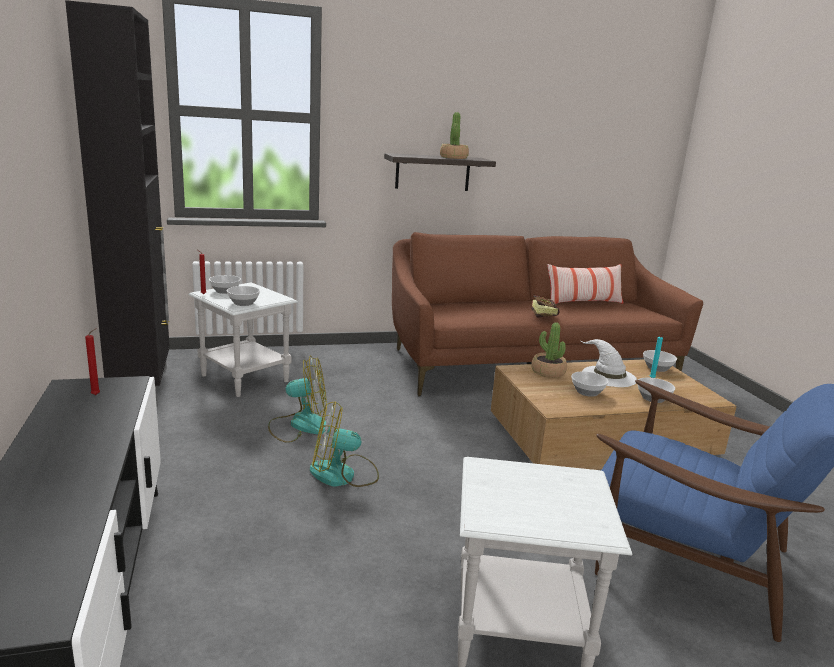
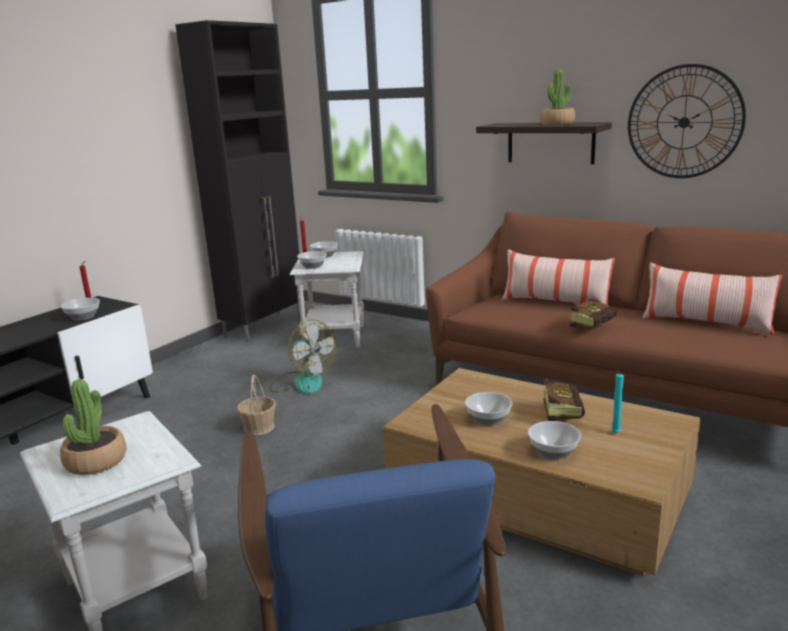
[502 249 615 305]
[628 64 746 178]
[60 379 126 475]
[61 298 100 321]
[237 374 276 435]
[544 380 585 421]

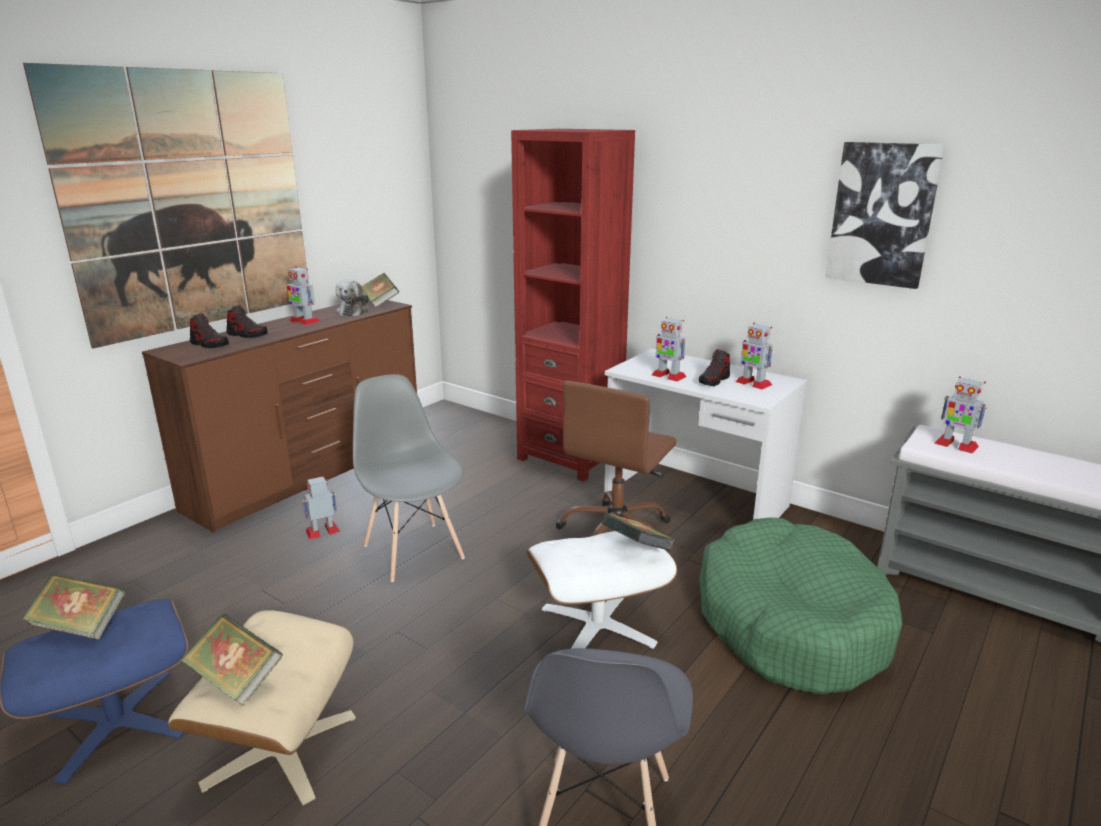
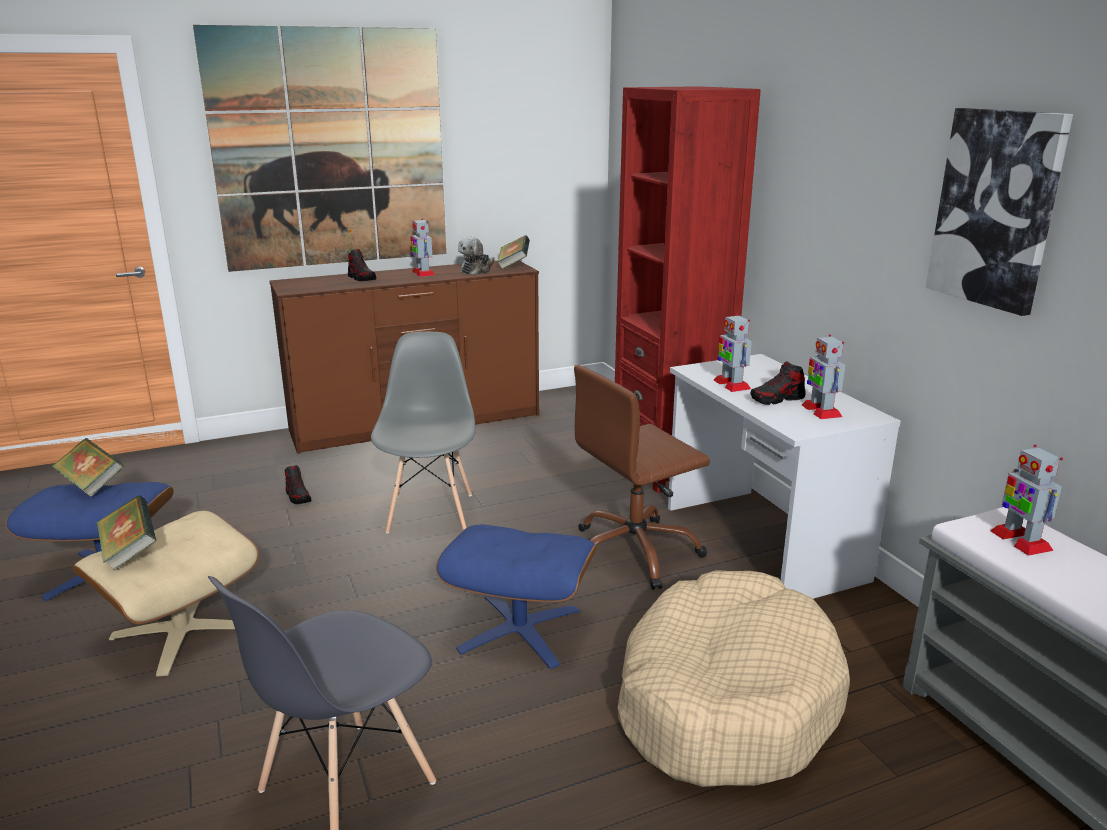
[302 476 340 540] (first image)
[602 513 674 551] (first image)
[284 465 311 504]
[436 525 597 669]
[618 570 850 787]

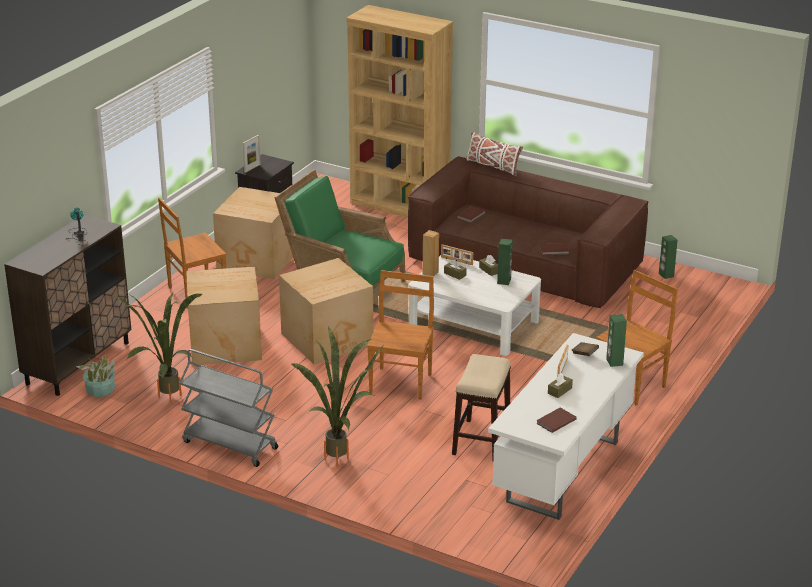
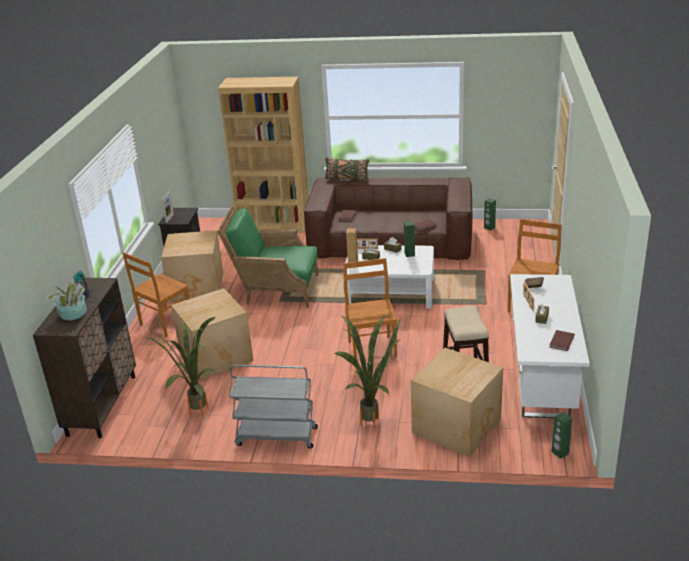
[46 281 87 321]
[411 348 503 457]
[551 412 572 459]
[325 157 370 182]

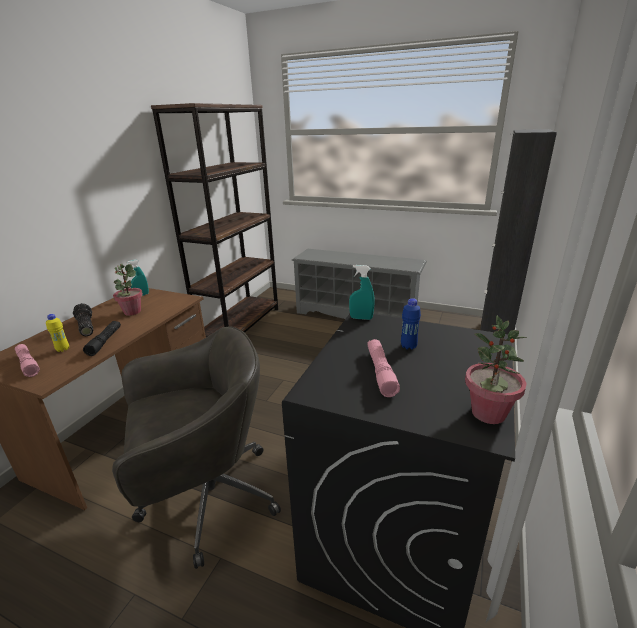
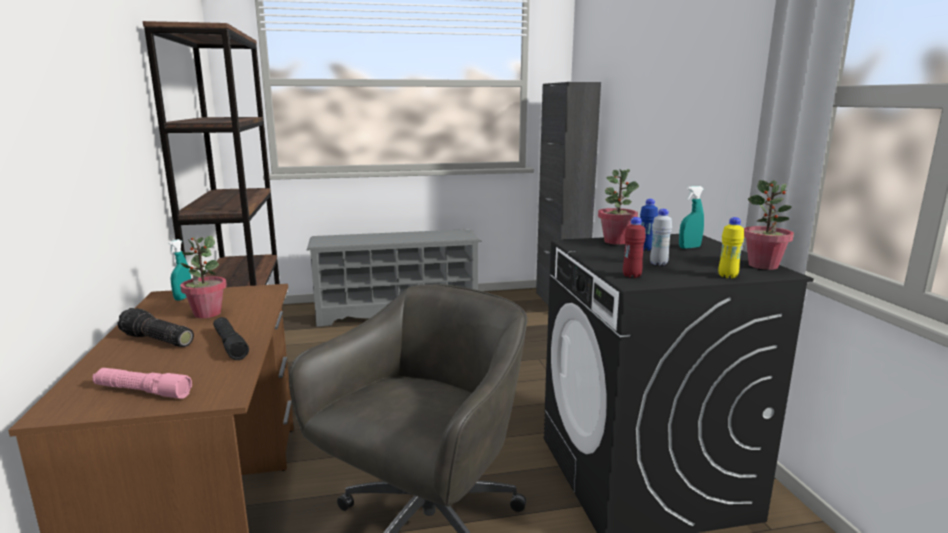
[598 169 639 245]
[623 217 646 278]
[718 217 744 278]
[679 186 704 249]
[650 209 672 266]

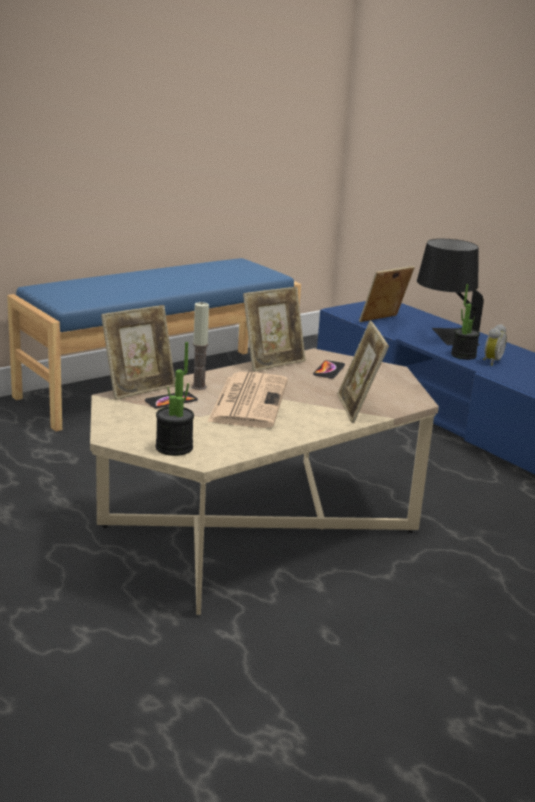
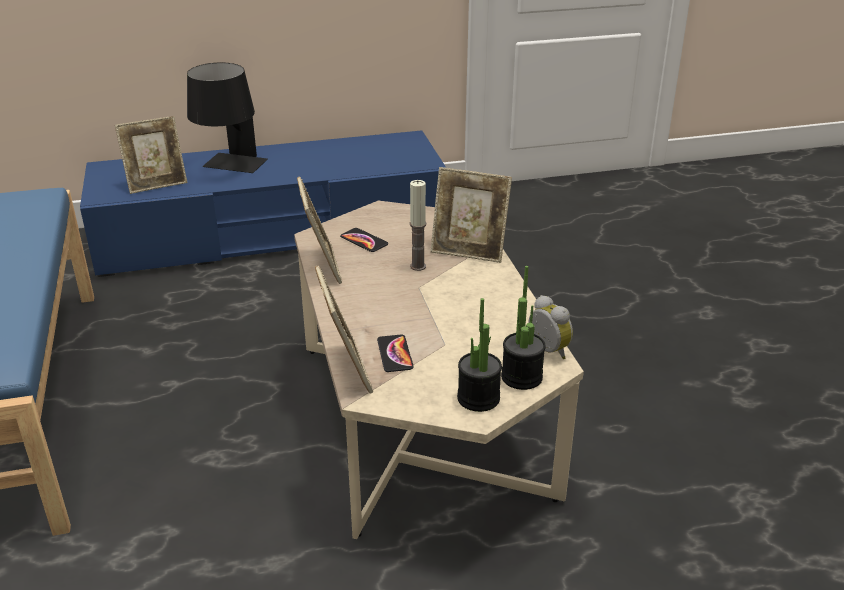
[207 372 288 428] (first image)
[410 180 426 271]
[457 298 502 412]
[528 295 573 359]
[115 116 188 194]

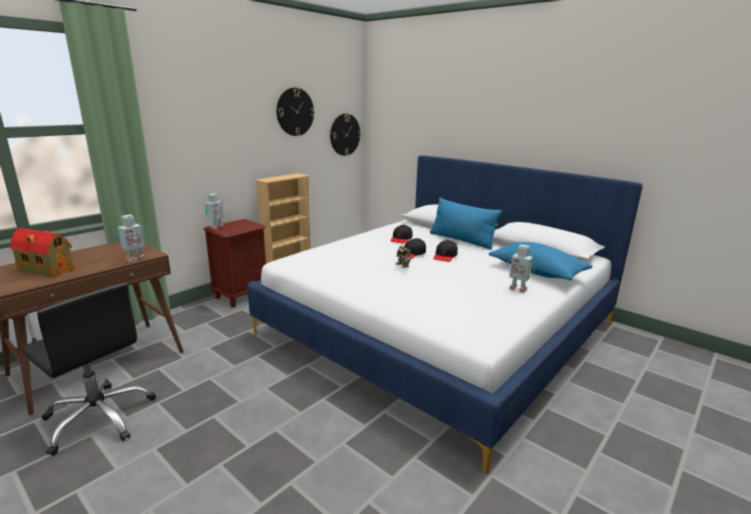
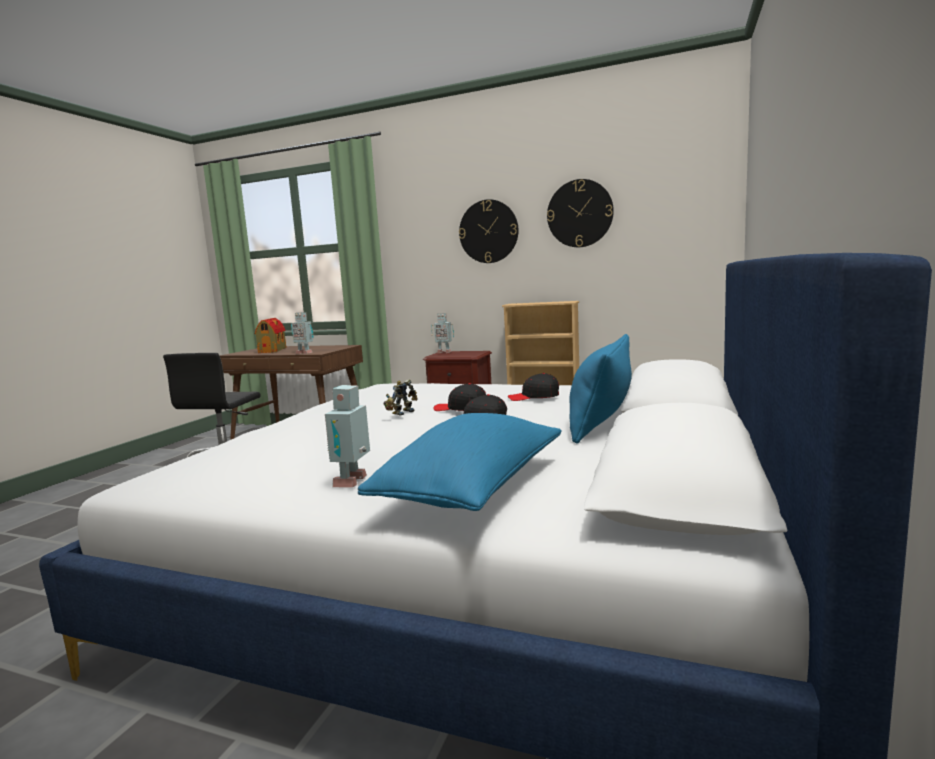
[459 199 518 263]

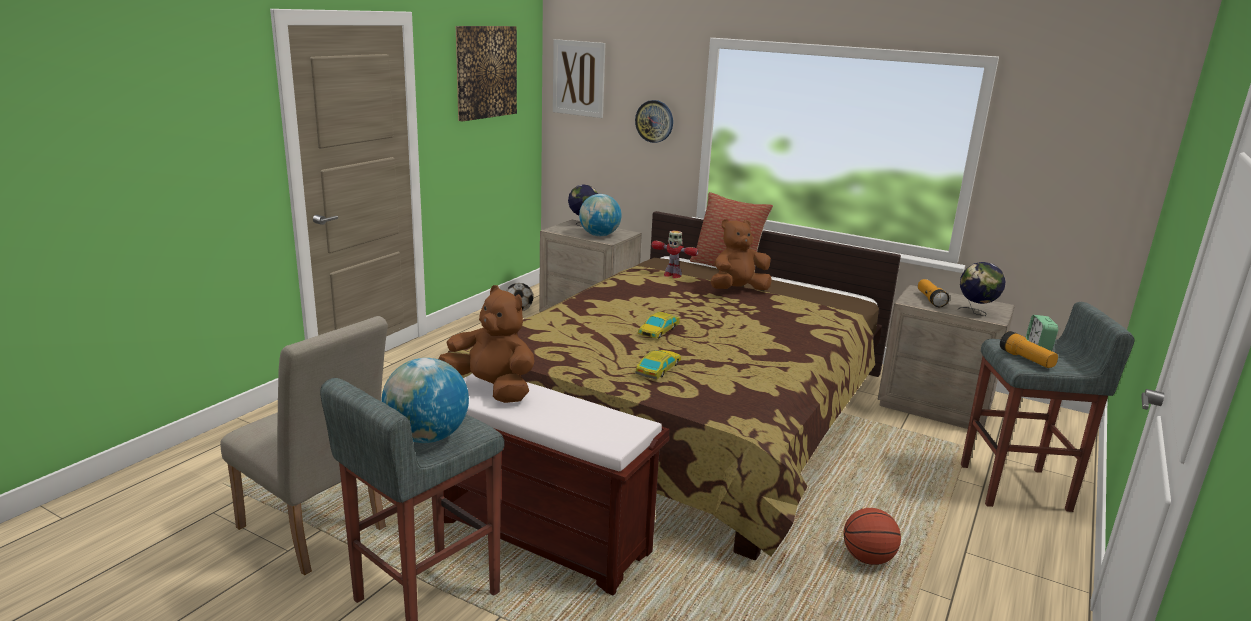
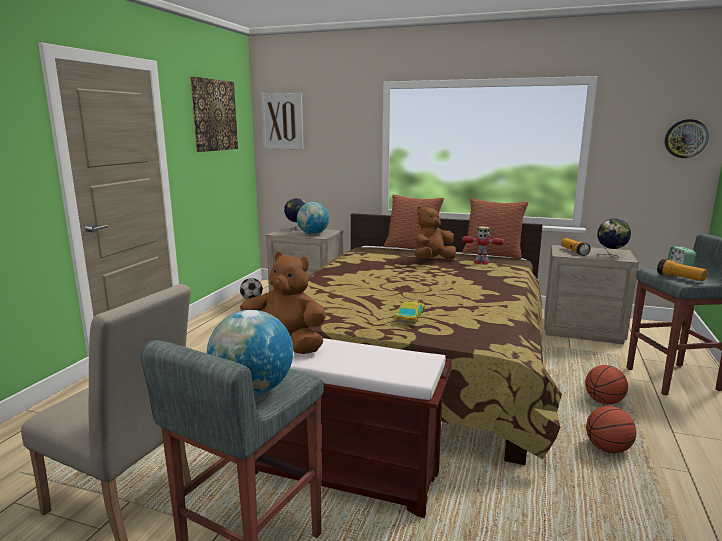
[638 312 680 339] (first image)
[462 198 528 260]
[585 365 628 405]
[665 119 709 158]
[462 226 504 265]

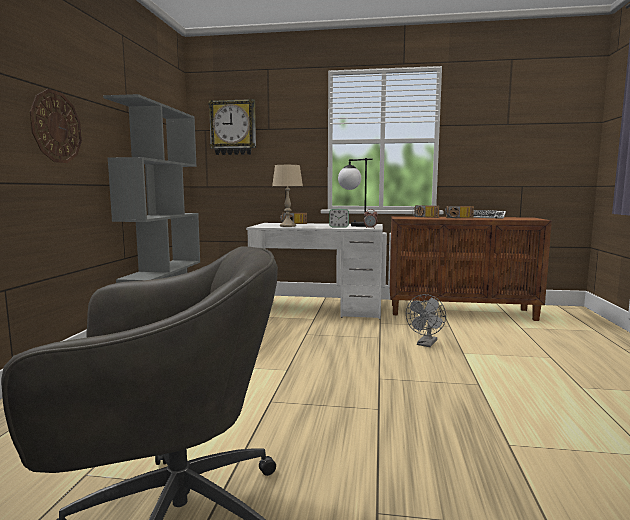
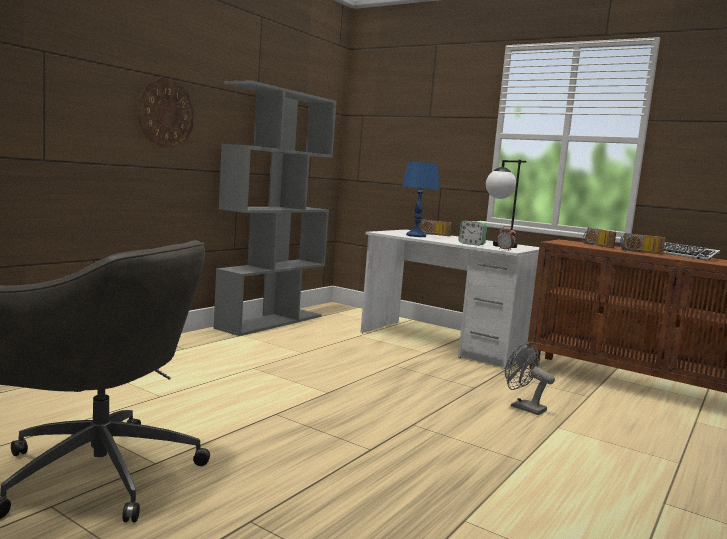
[208 99 256 155] (first image)
[402 161 439 237]
[505 342 555 415]

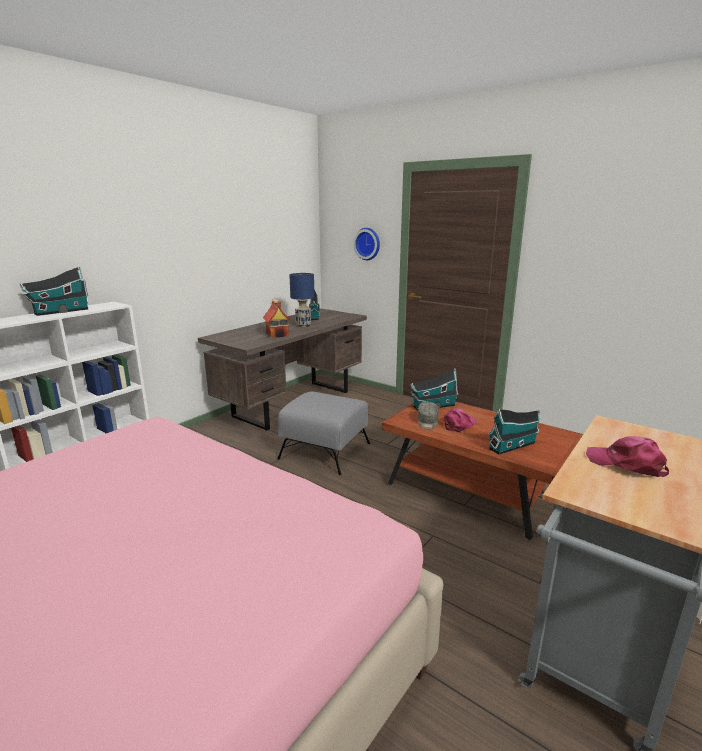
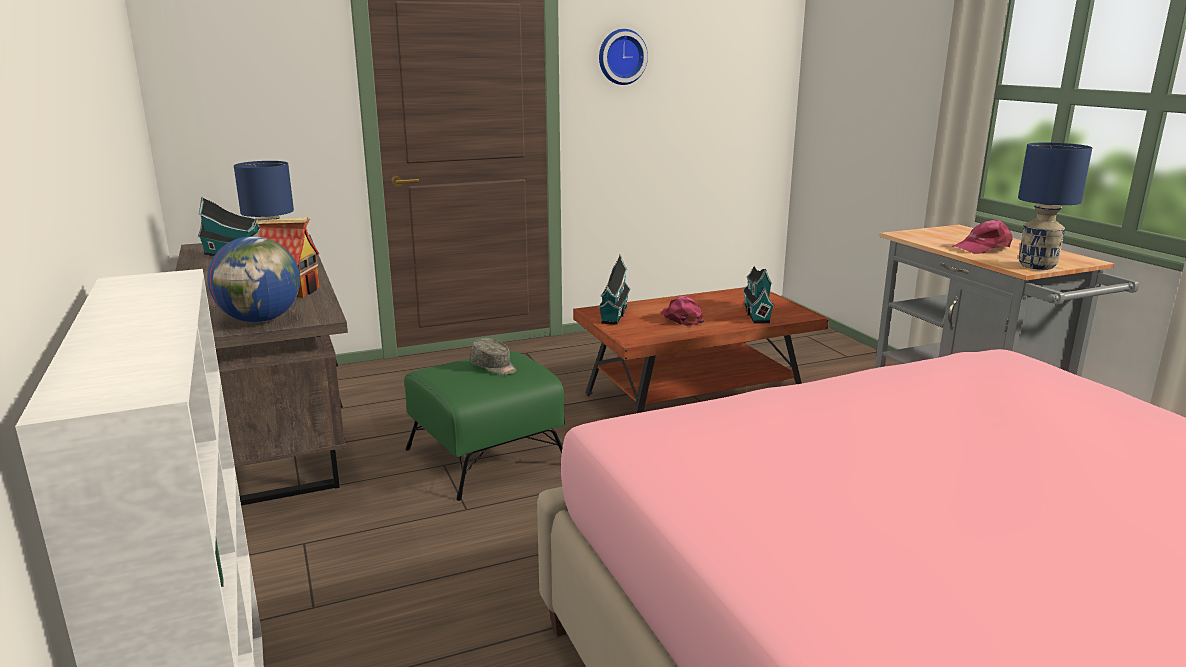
[20 266 89 316] (first image)
[207 236 300 322]
[1018 142 1092 270]
[599 29 648 85]
[471 338 516 375]
[405 350 565 501]

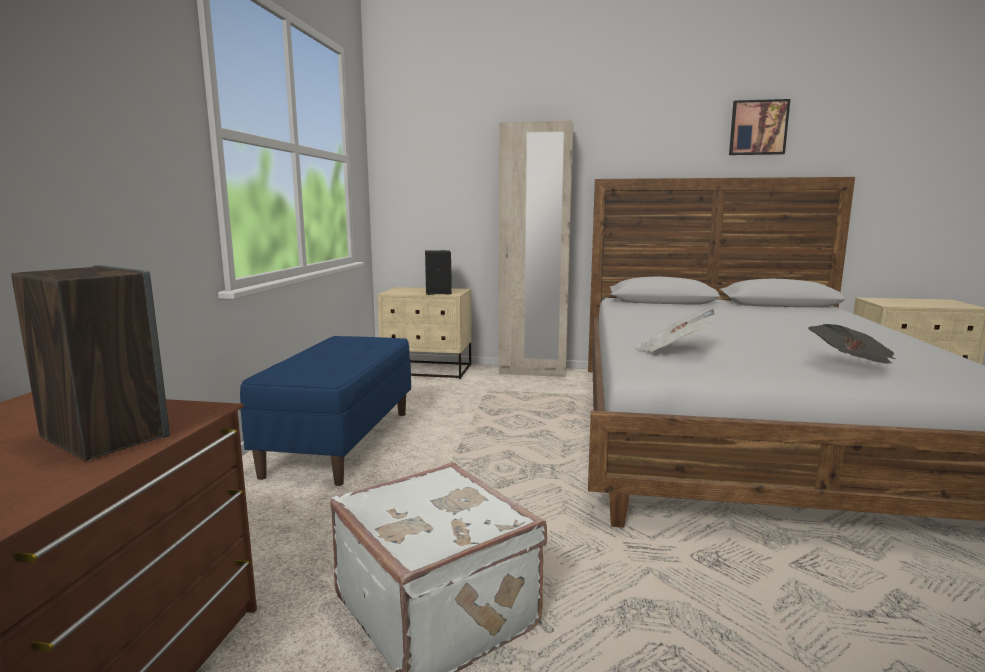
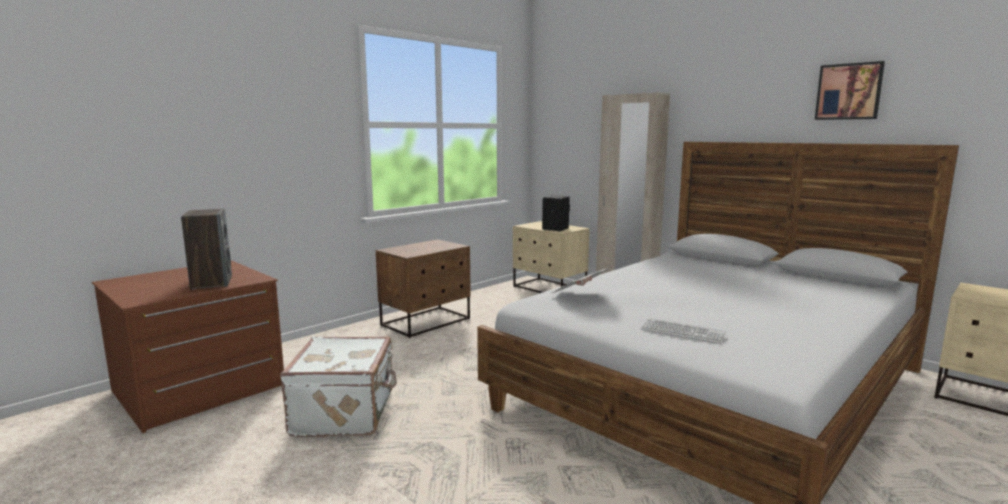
[376 239 471 338]
[641 318 726 344]

